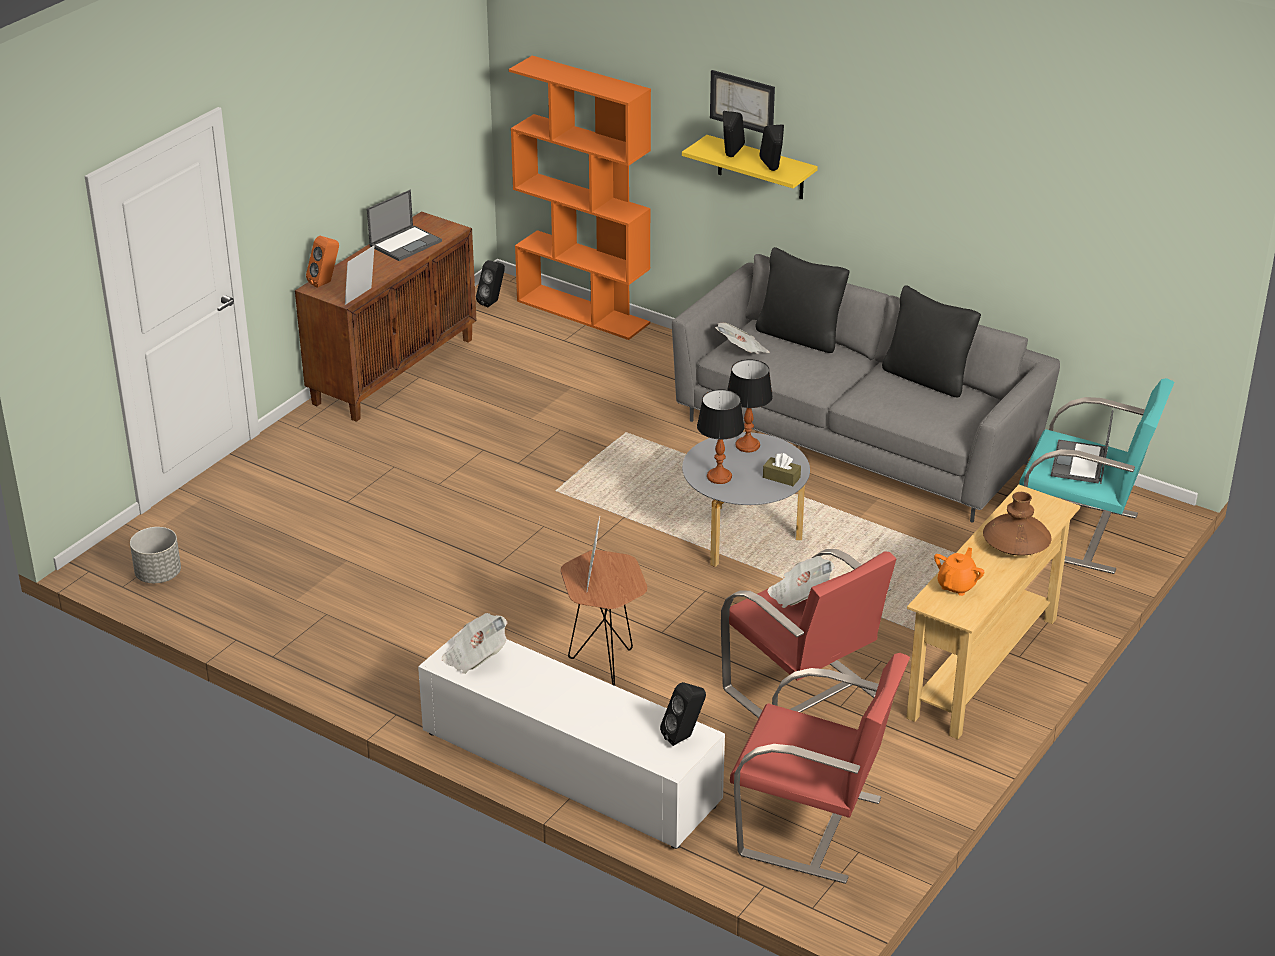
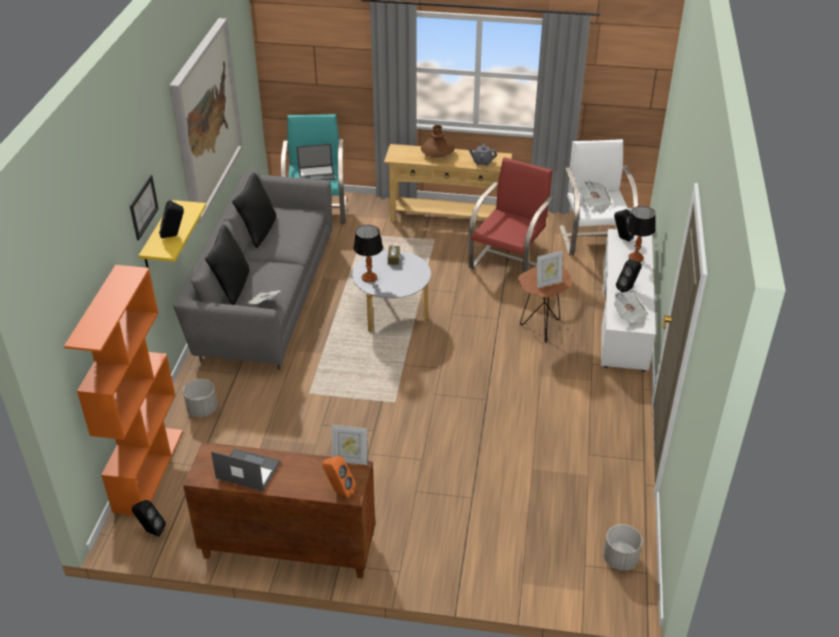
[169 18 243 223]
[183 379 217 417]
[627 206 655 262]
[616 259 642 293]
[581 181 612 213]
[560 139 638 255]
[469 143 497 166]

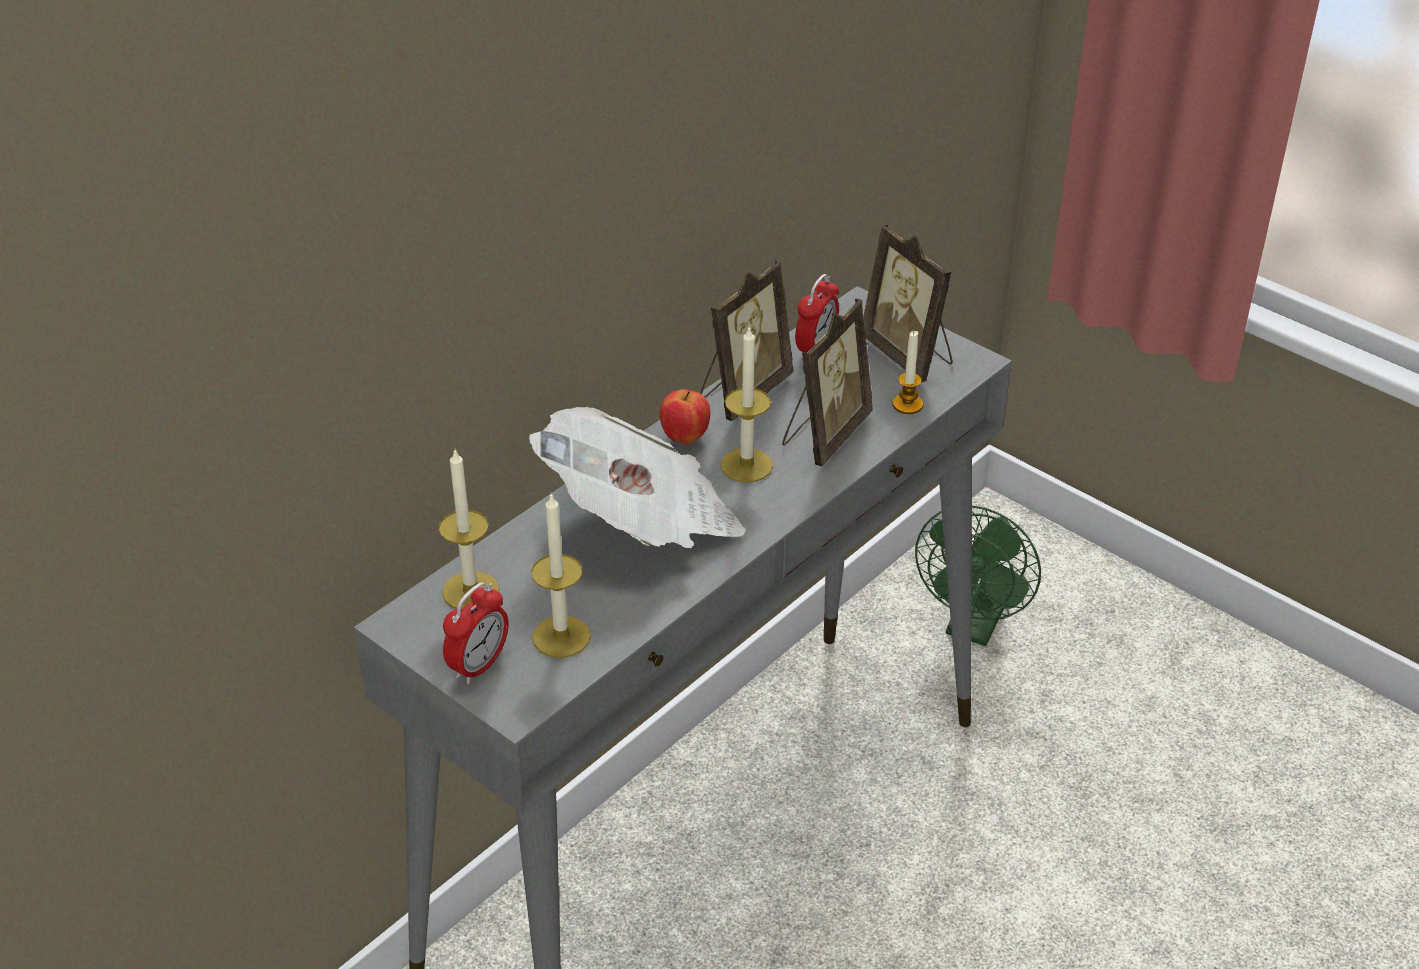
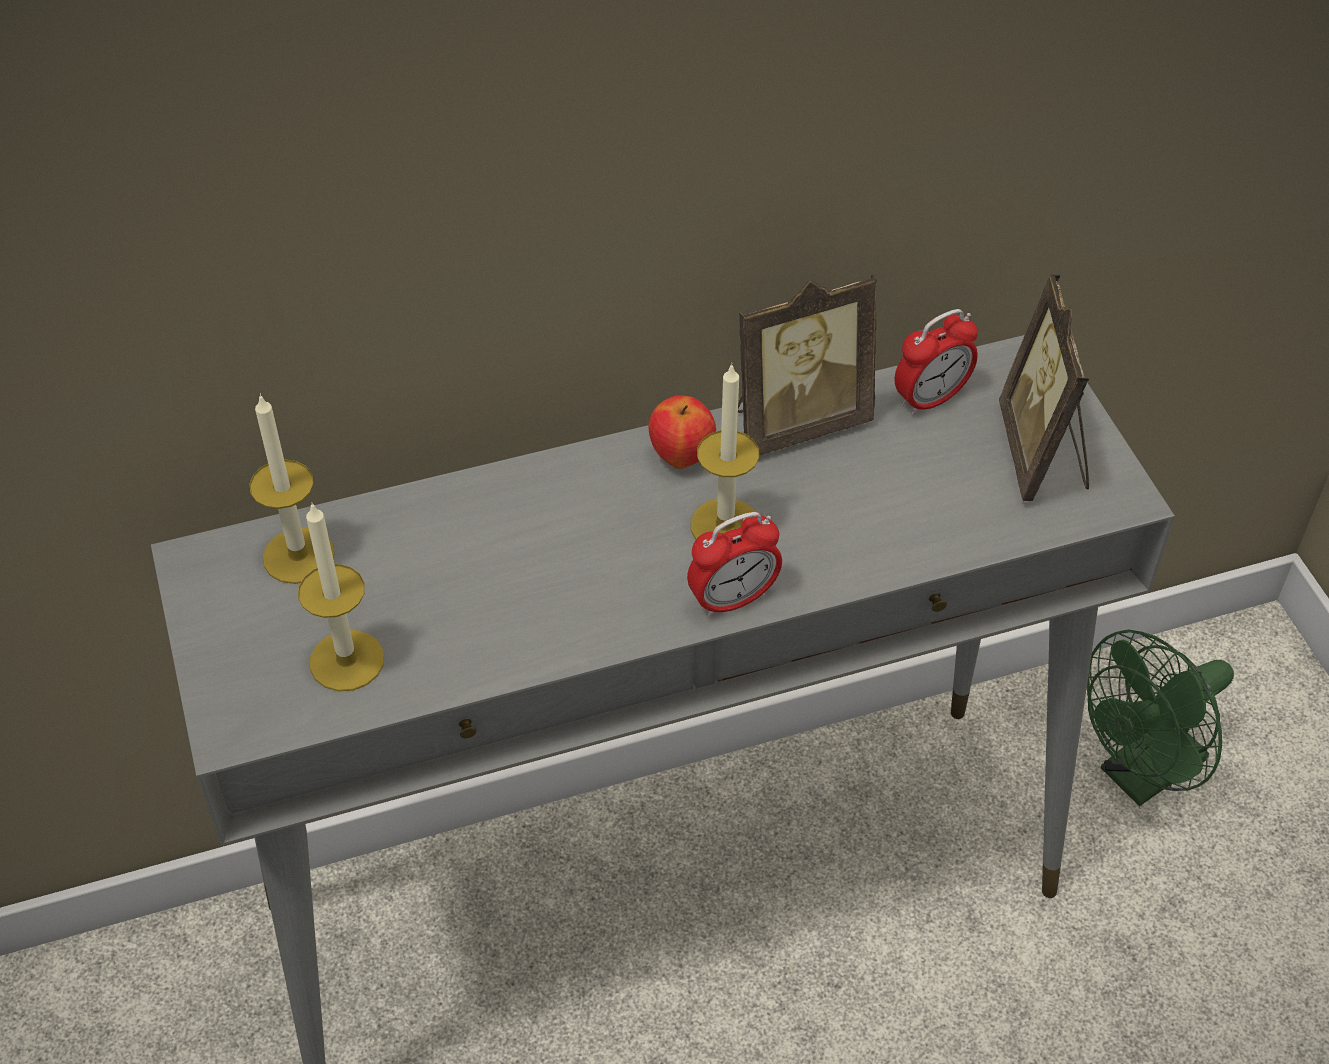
[529 407 746 548] (first image)
[782 299 873 466] (first image)
[892 331 923 414] (first image)
[687 512 782 618]

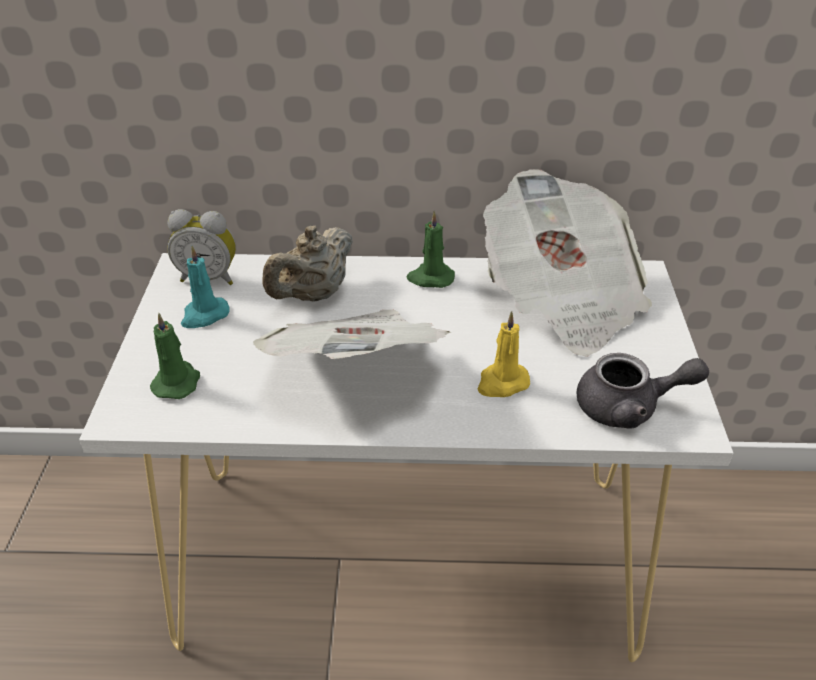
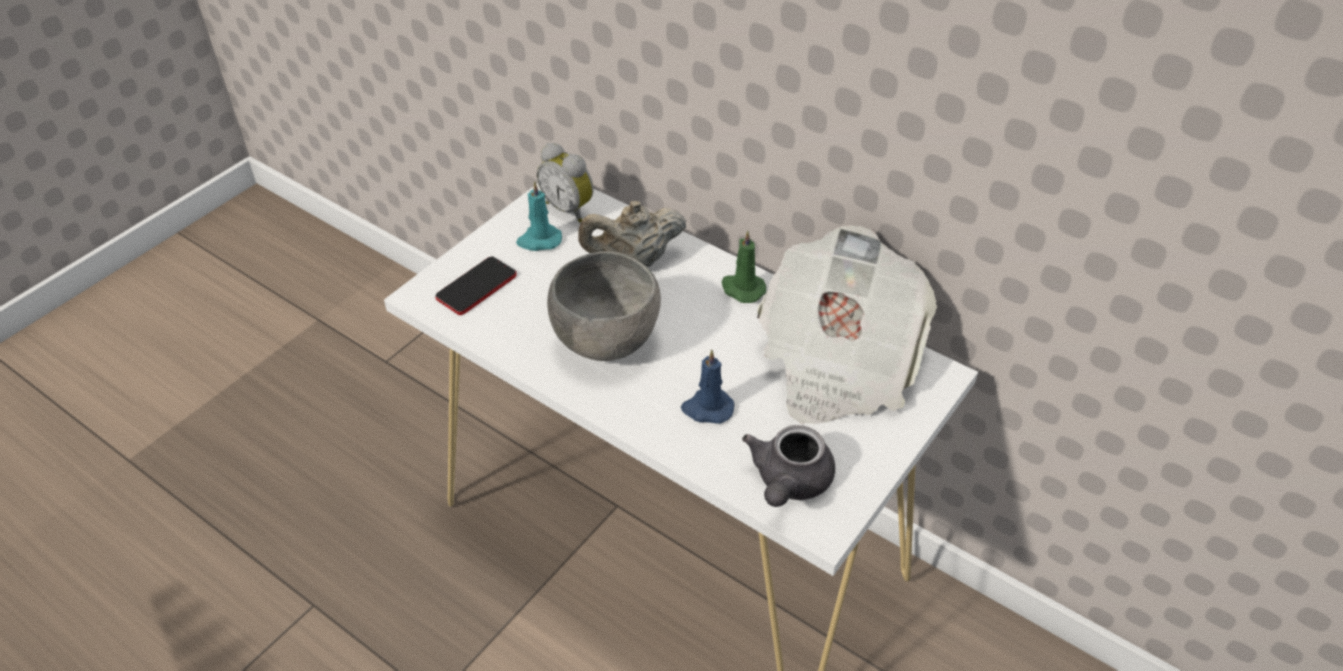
[435 256 517 315]
[547 251 661 361]
[681 349 734 424]
[742 425 835 507]

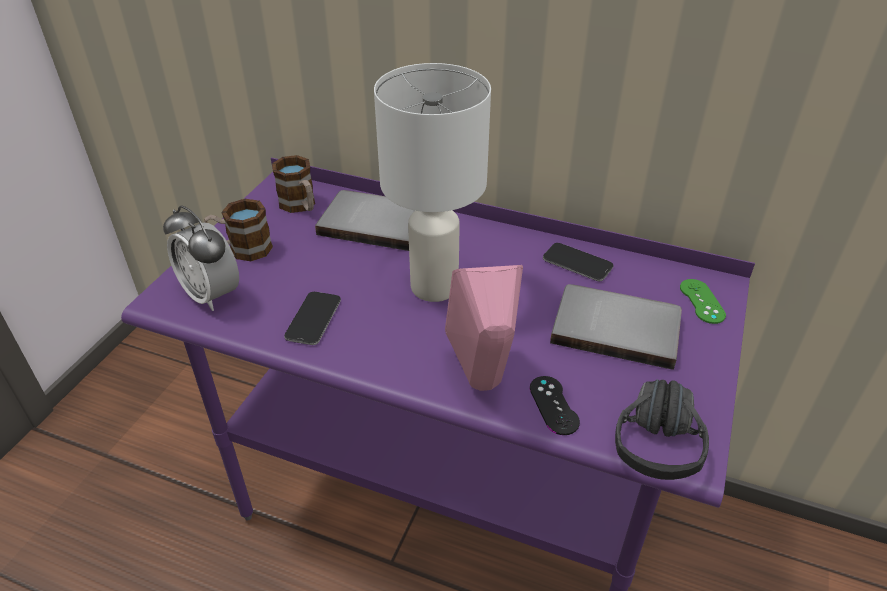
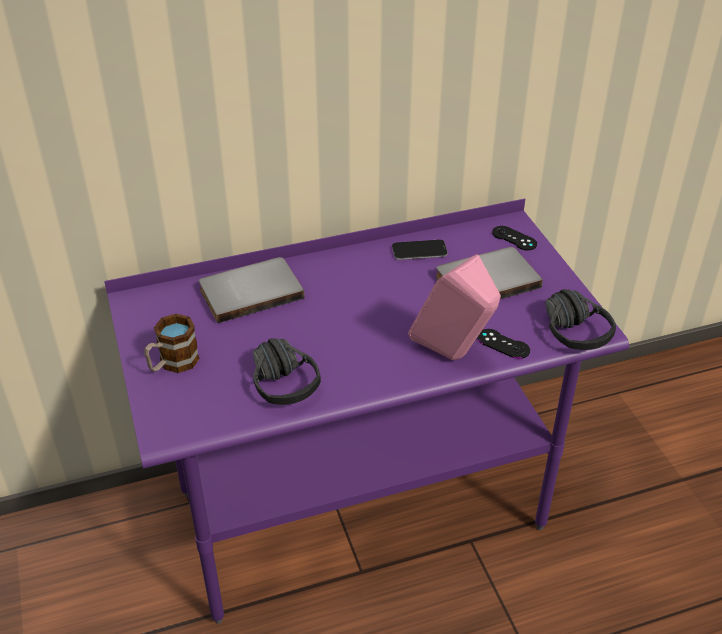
[163 205 239 311] (first image)
[272 155 315 213] (first image)
[374 63 491 302] (first image)
[253 338 321 405]
[492 226 537 250]

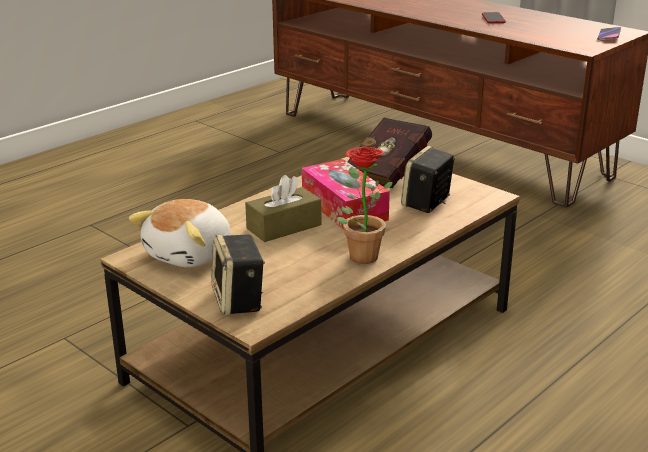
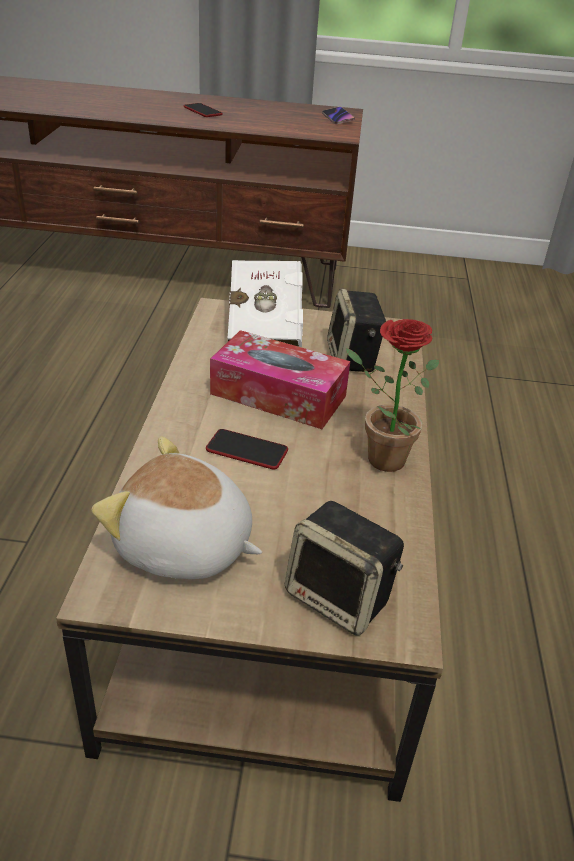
[206 429 288 469]
[228 260 303 348]
[92 436 262 579]

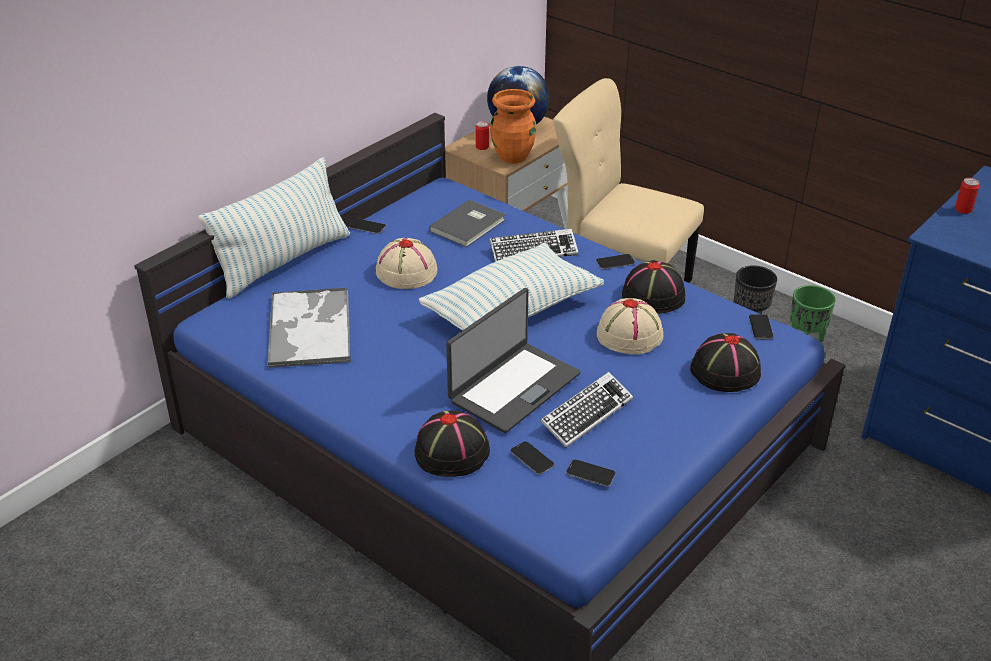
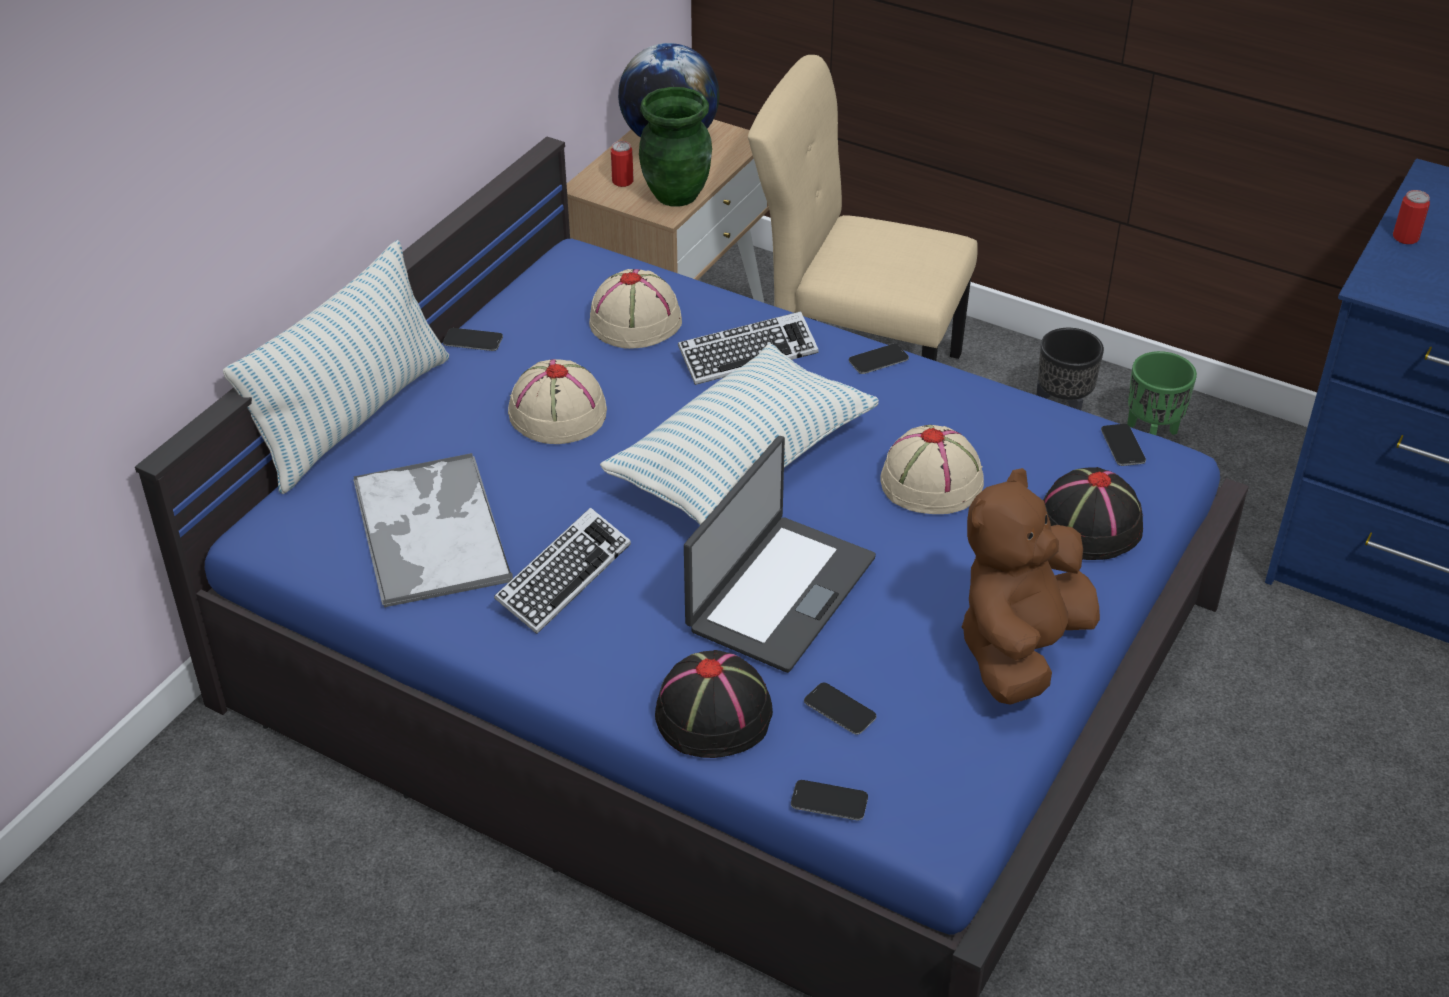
[622 260 685 314] (first image)
[962 468 1100 705]
[494 507 631 634]
[791 780 868 820]
[589 269 682 349]
[639 87 712 207]

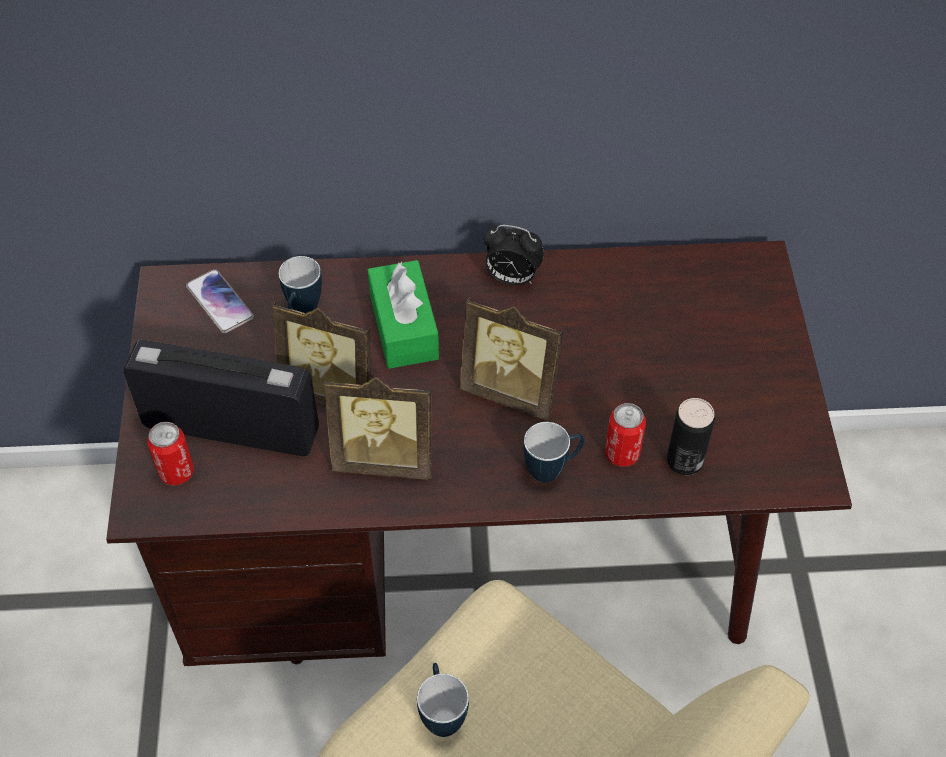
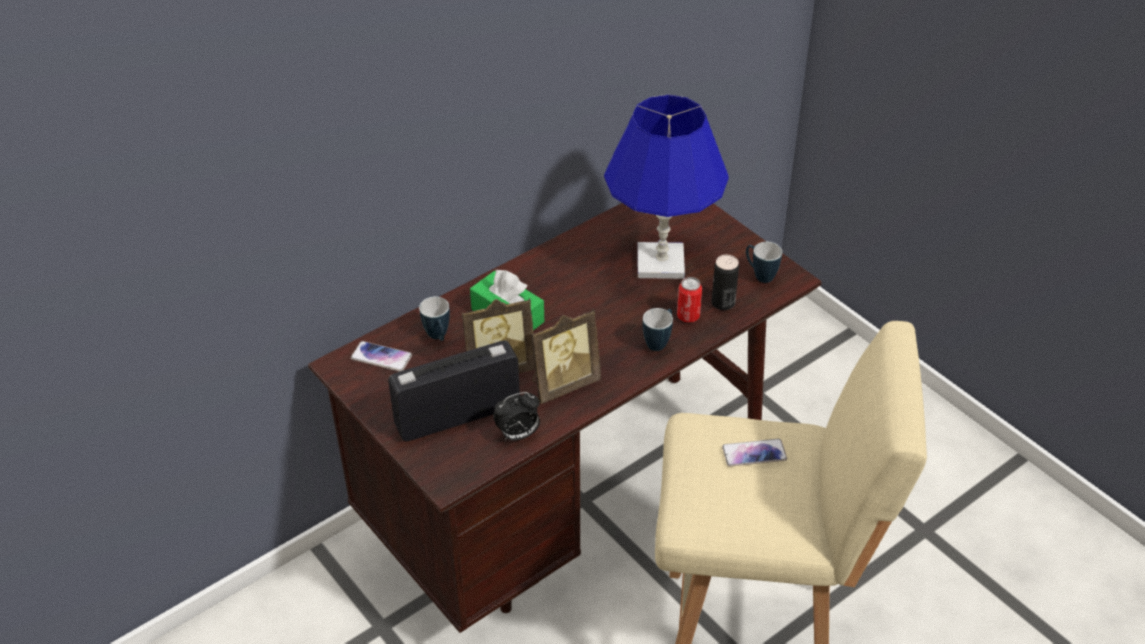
[147 422 194 485] (first image)
[459 297 563 421] (first image)
[604 94 729 279]
[722 439 787 466]
[746 242 782 283]
[493 392 540 440]

